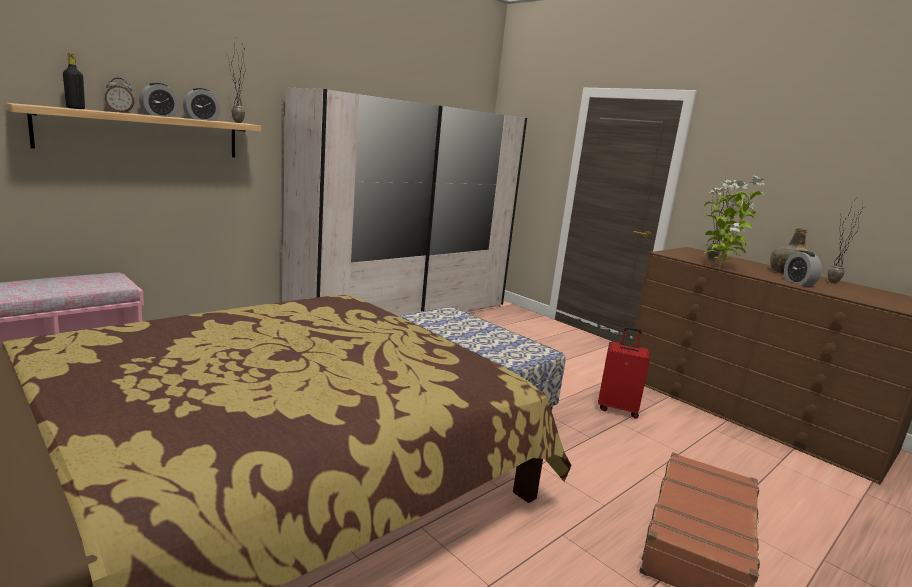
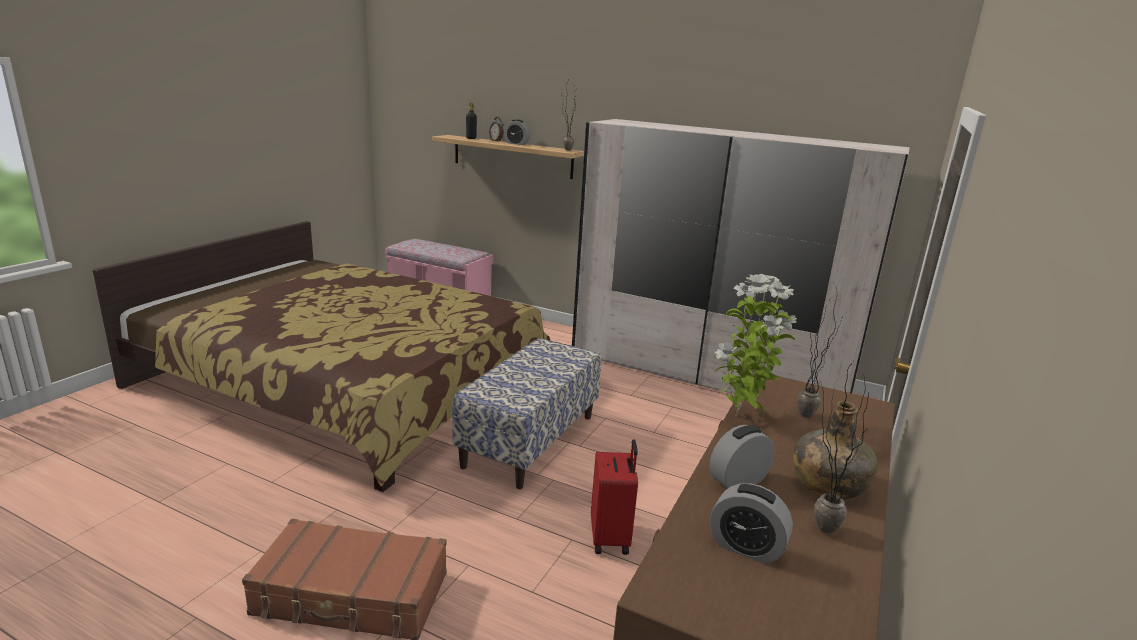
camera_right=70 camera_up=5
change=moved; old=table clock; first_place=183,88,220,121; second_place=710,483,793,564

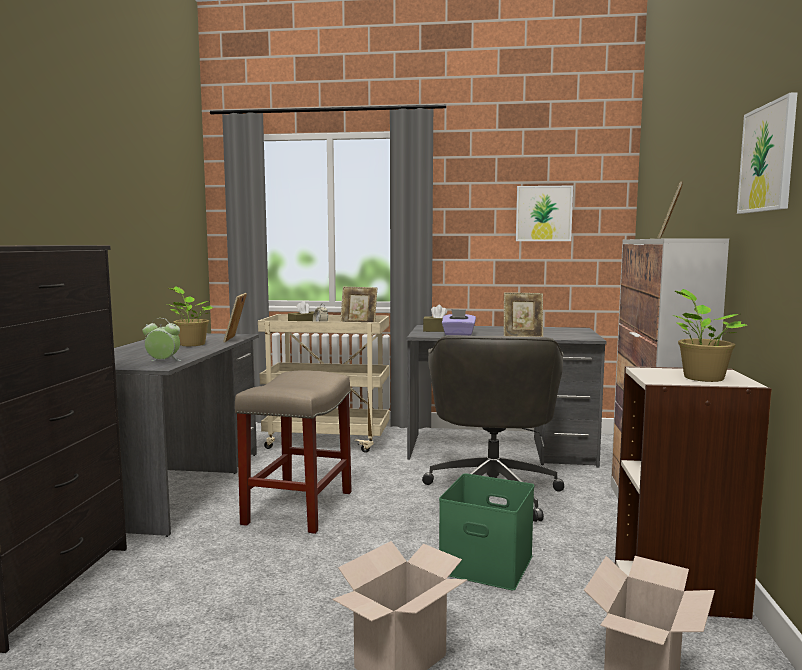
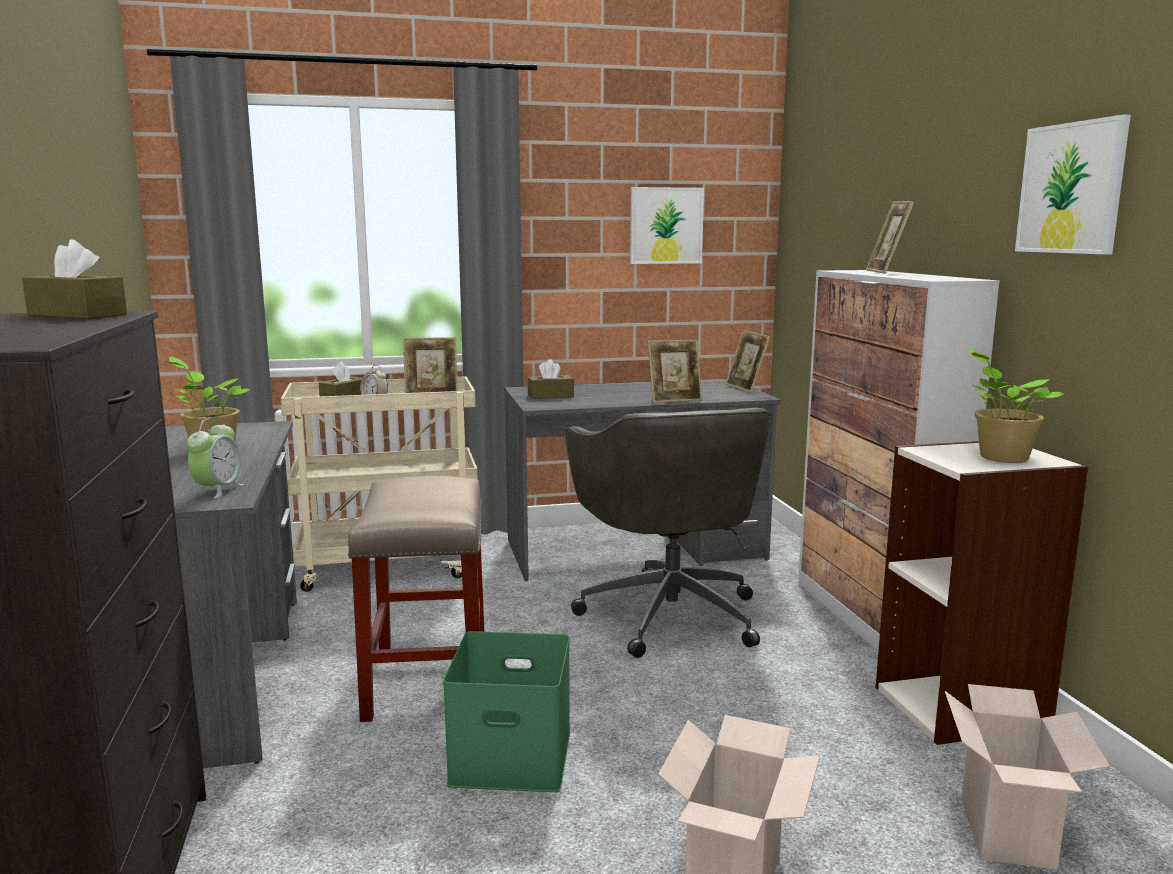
camera_right=-20 camera_up=5
change=moved; old=picture frame; first_place=223,293,247,343; second_place=725,330,770,393
change=removed; old=purple box of tissues; first_place=442,309,476,336
change=turned; old=table clock; first_place=143,318,182,361; second_place=187,418,244,498; degrees=120
change=moved; old=green storage container; first_place=439,473,534,590; second_place=443,631,570,792
change=added; new=brownish box of tissues; second_place=22,239,127,319

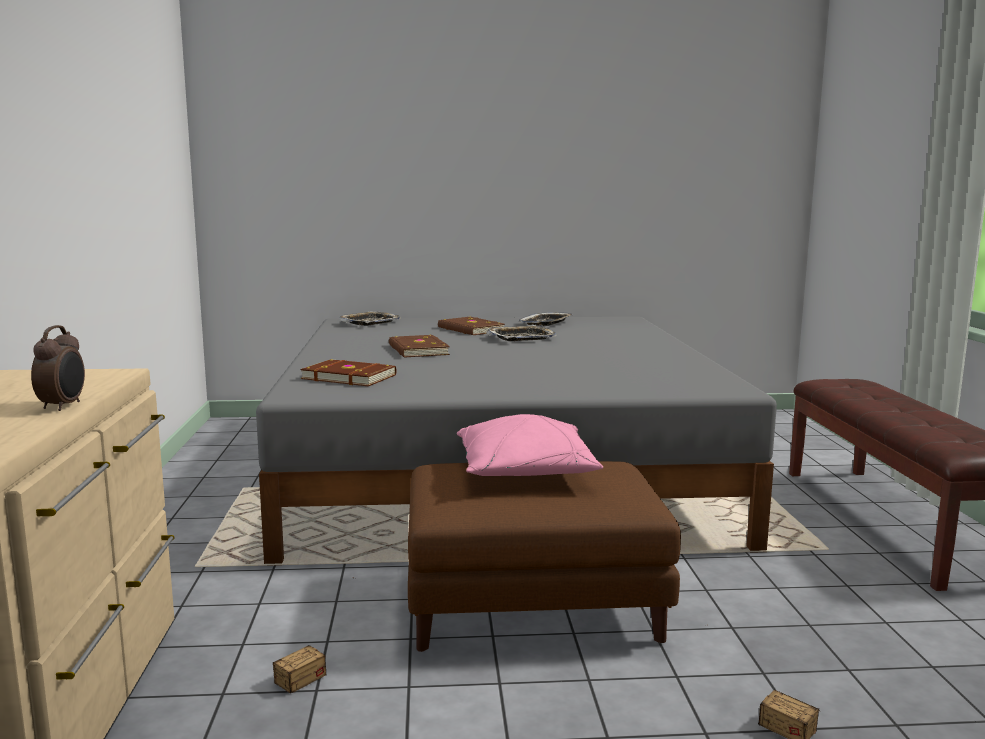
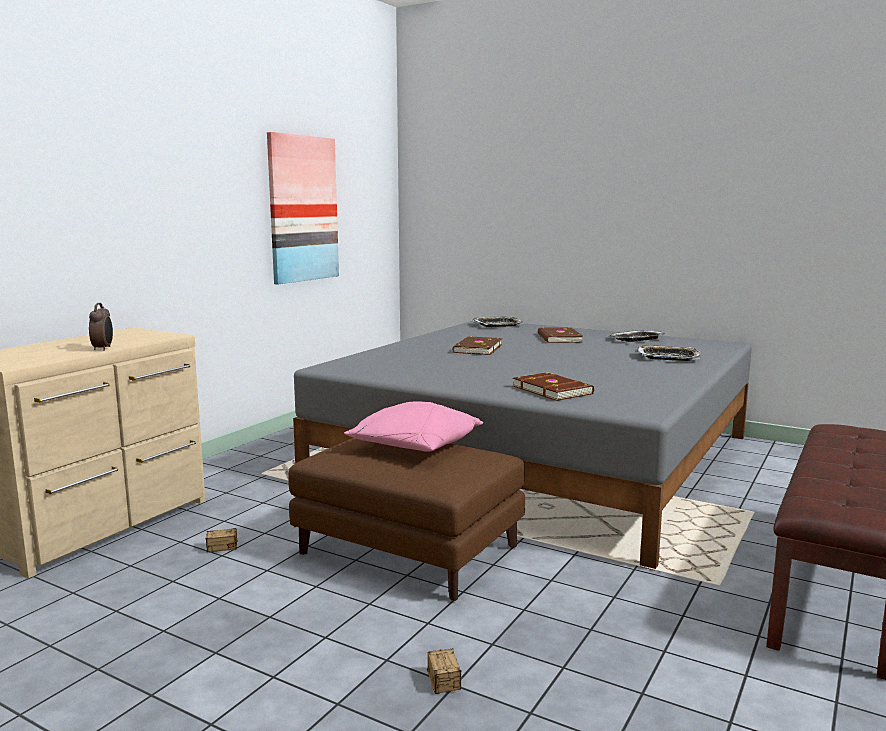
camera_right=35 camera_up=0
change=turned; old=table clock; first_place=31,325,85,411; second_place=89,303,113,351; degrees=-45
change=moved; old=serving tray; first_place=486,325,557,341; second_place=635,345,701,361
change=moved; old=brownish volume; first_place=300,359,396,386; second_place=512,372,594,401
change=added; new=wall art; second_place=267,132,339,285

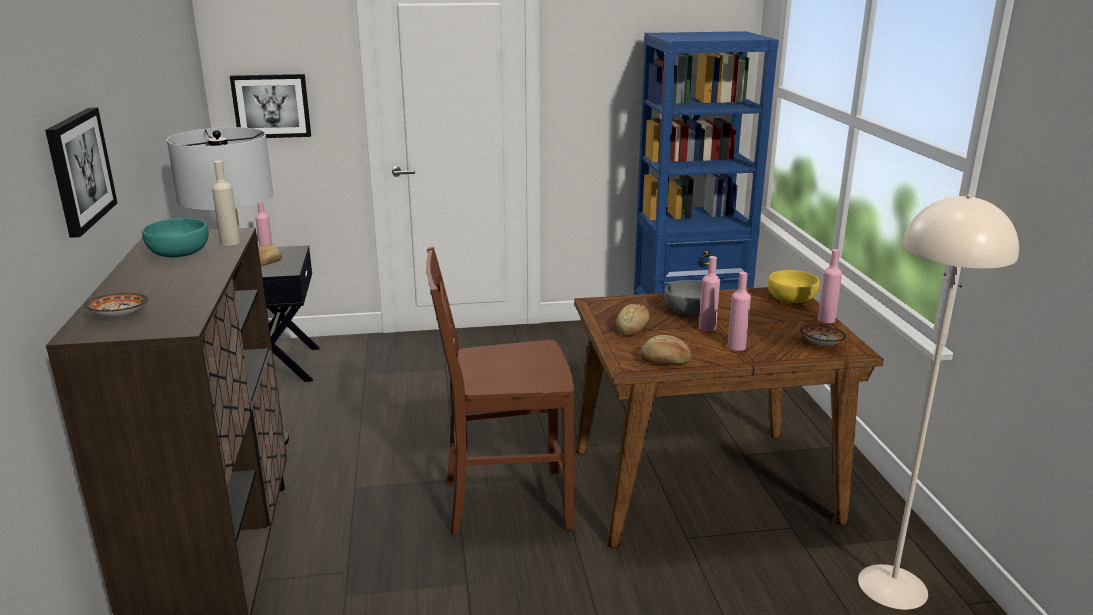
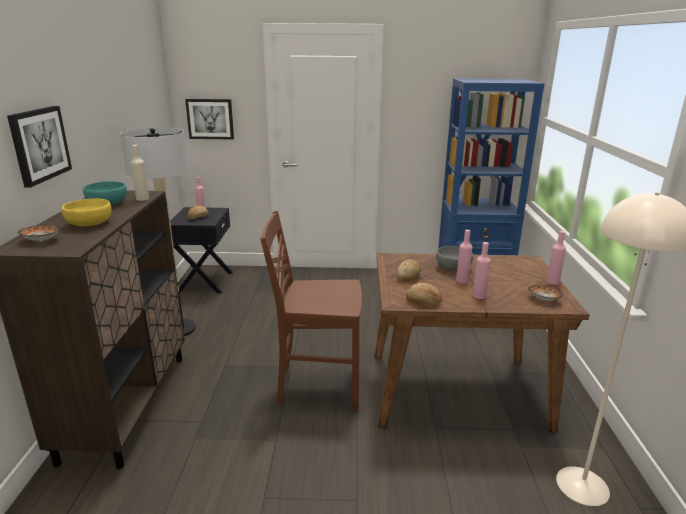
camera_right=10 camera_up=0
change=moved; old=yellow-coloured deep dish; first_place=767,270,820,303; second_place=61,198,111,226

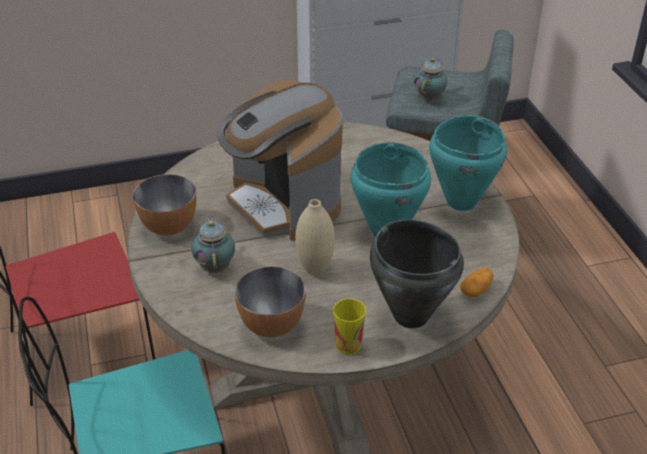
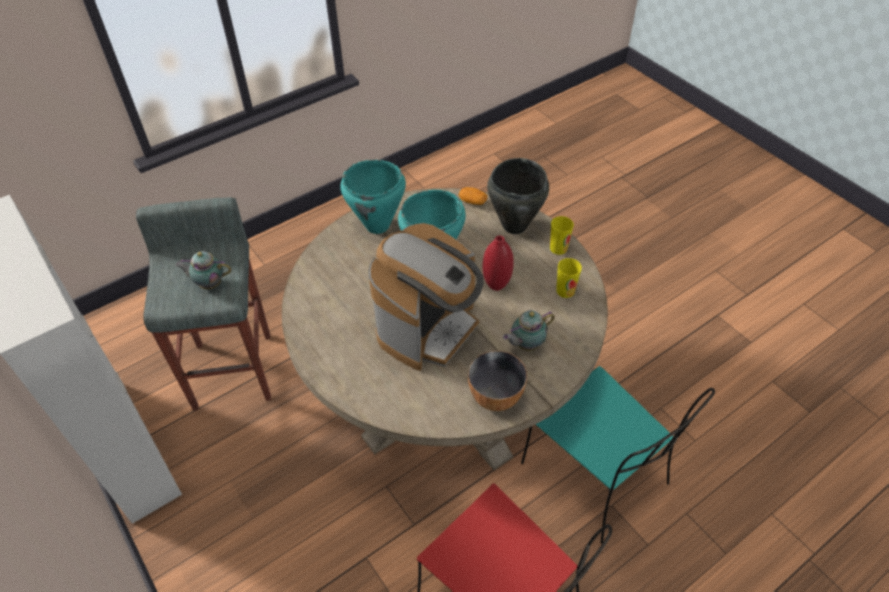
camera_right=-110 camera_up=10
change=recoloured; old=beige-coloured flower vase; new=red flower vase; first_place=295,199,335,275; second_place=482,235,514,291
change=replaced; old=deep dish; new=small cup; first_place=234,266,306,337; second_place=556,258,582,298

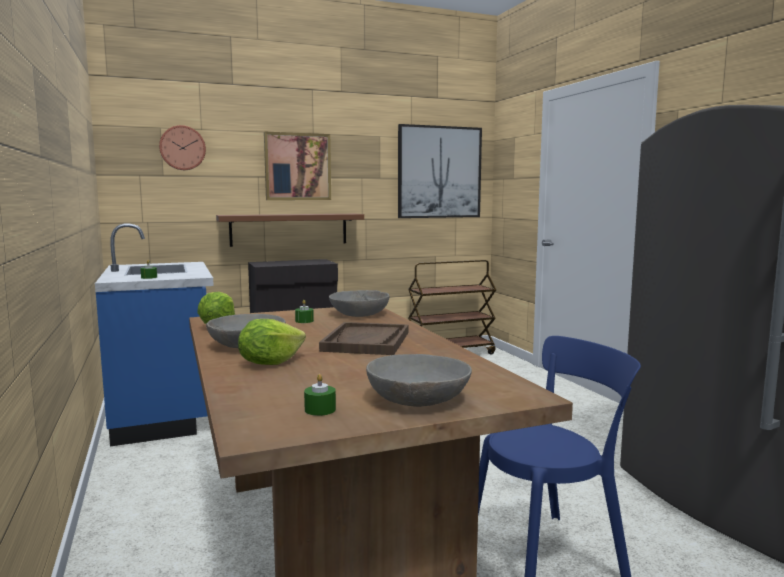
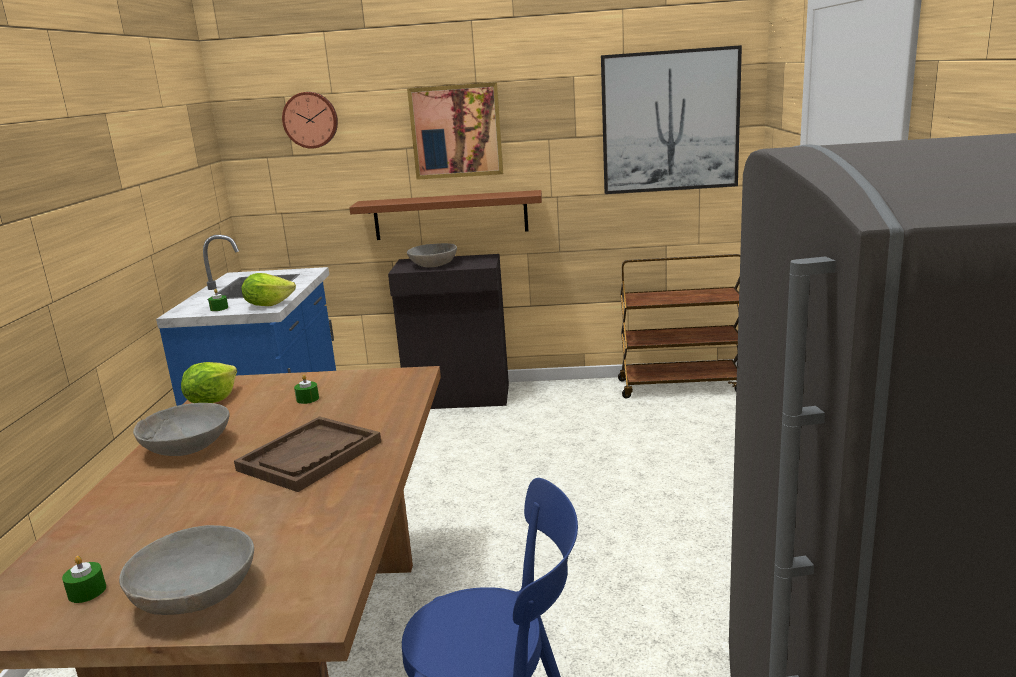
camera_right=25 camera_up=10
change=moved; old=gray deep dish; first_place=329,290,390,317; second_place=407,243,457,267
change=moved; old=head of lettuce; first_place=238,319,306,365; second_place=242,273,296,306

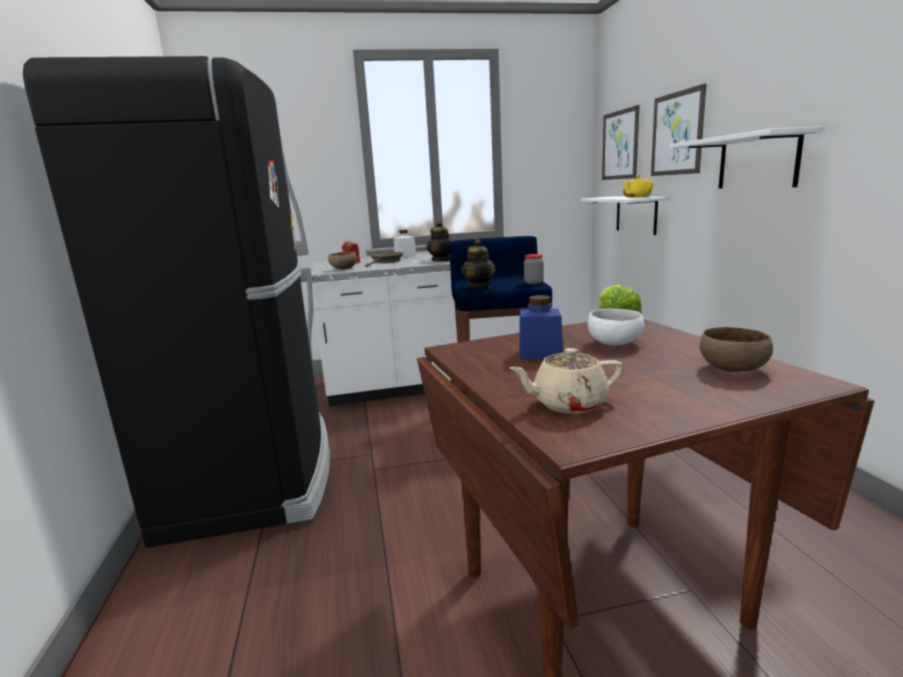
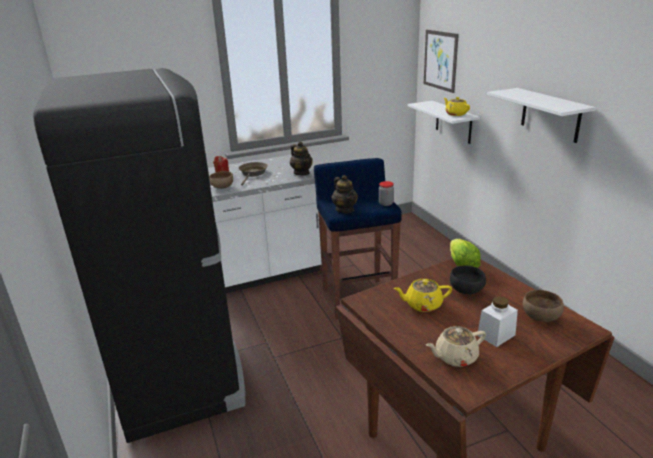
camera_right=-10 camera_up=10
change=removed; old=wall art; first_place=651,84,706,176
change=moved; old=white jar; first_place=394,230,417,258; second_place=477,296,518,347
change=replaced; old=bluish jar; new=yellow-coloured teapot; first_place=519,295,563,360; second_place=394,279,452,312
change=recoloured; old=white deep dish; new=blackish deep dish; first_place=588,309,644,345; second_place=450,266,486,294

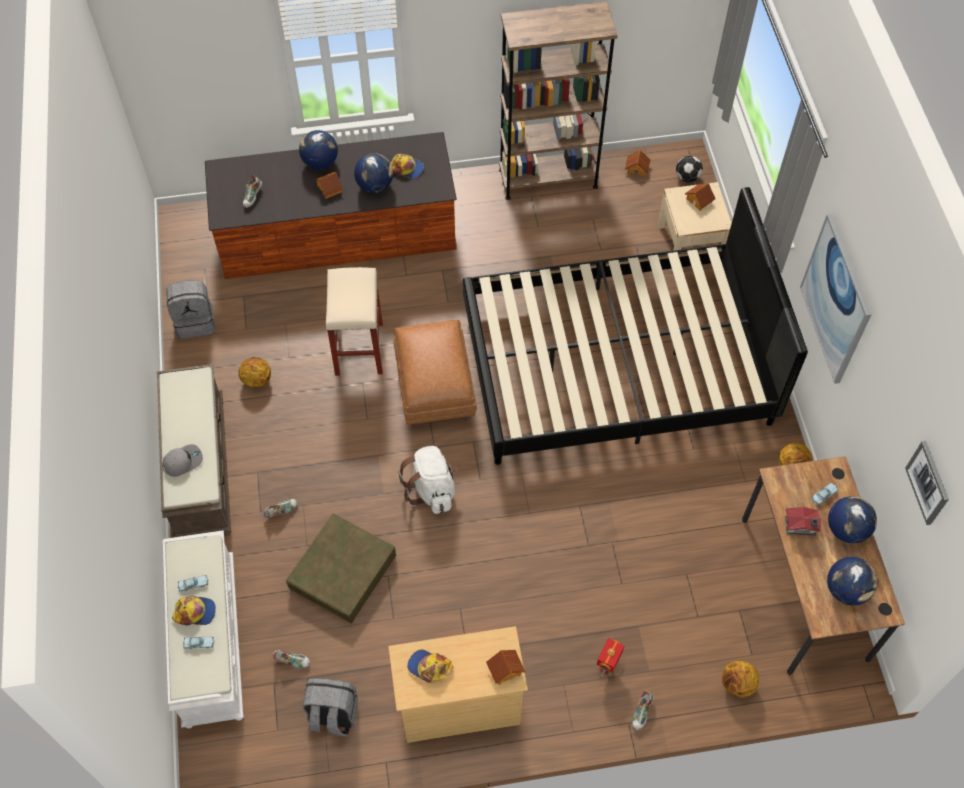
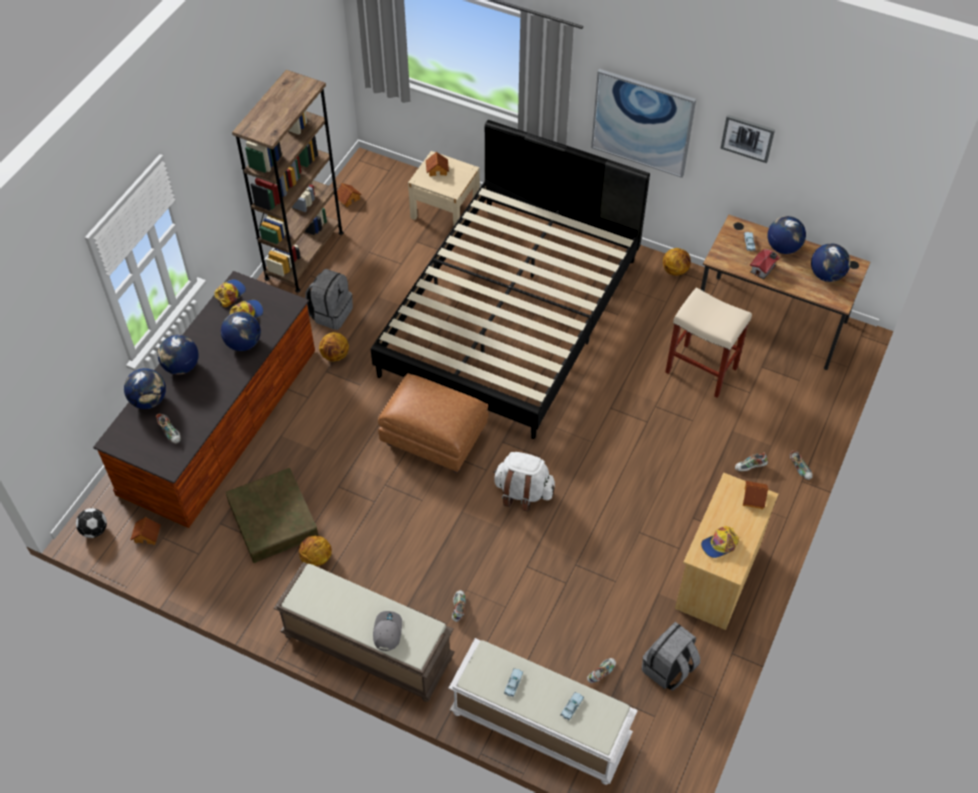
camera_right=-55 camera_up=-5
change=moved; old=football ball; first_place=676,156,703,182; second_place=76,508,107,538
change=moved; old=toy house; first_place=315,172,343,199; second_place=130,517,161,545
change=moved; old=beige-coloured stool; first_place=326,267,383,376; second_place=665,288,752,398
change=moved; old=gray rucksack; first_place=166,280,215,339; second_place=305,269,353,330
change=moved; old=wall art; first_place=905,441,949,525; second_place=720,115,775,163
change=moved; old=brownish storage container; first_place=286,513,396,623; second_place=225,468,319,563
change=moved; old=baseball cap; first_place=172,596,216,625; second_place=214,279,246,307
change=replaced; old=model robot; new=low shoe; first_place=597,638,624,679; second_place=735,452,768,471
change=moved; old=basketball; first_place=722,661,759,698; second_place=319,332,349,361
change=added; new=desk globe; second_place=124,368,166,409

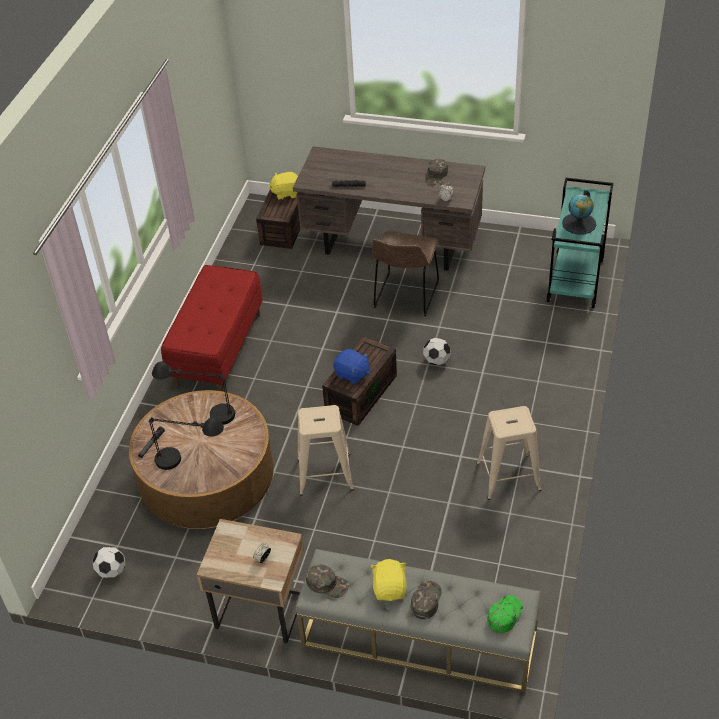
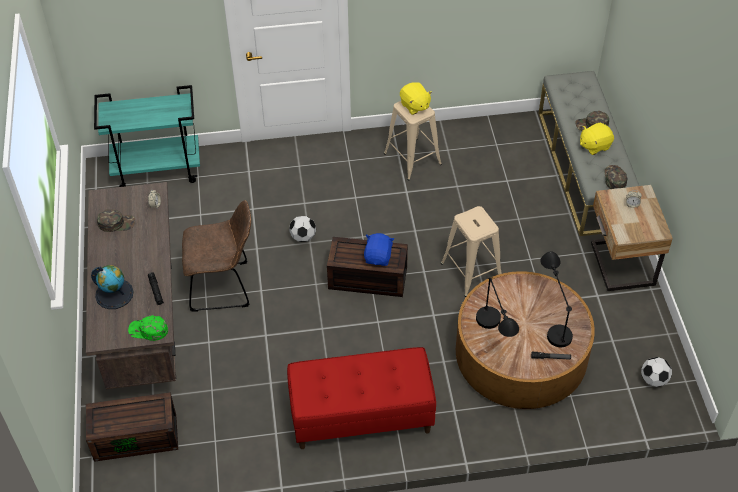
camera_right=-115 camera_up=5
change=moved; old=yellow-coloured cuddly toy; first_place=268,172,298,200; second_place=400,82,432,115
change=moved; old=desk globe; first_place=562,190,596,235; second_place=91,265,134,309
change=moved; old=green baseball cap; first_place=487,595,523,633; second_place=128,315,168,341

